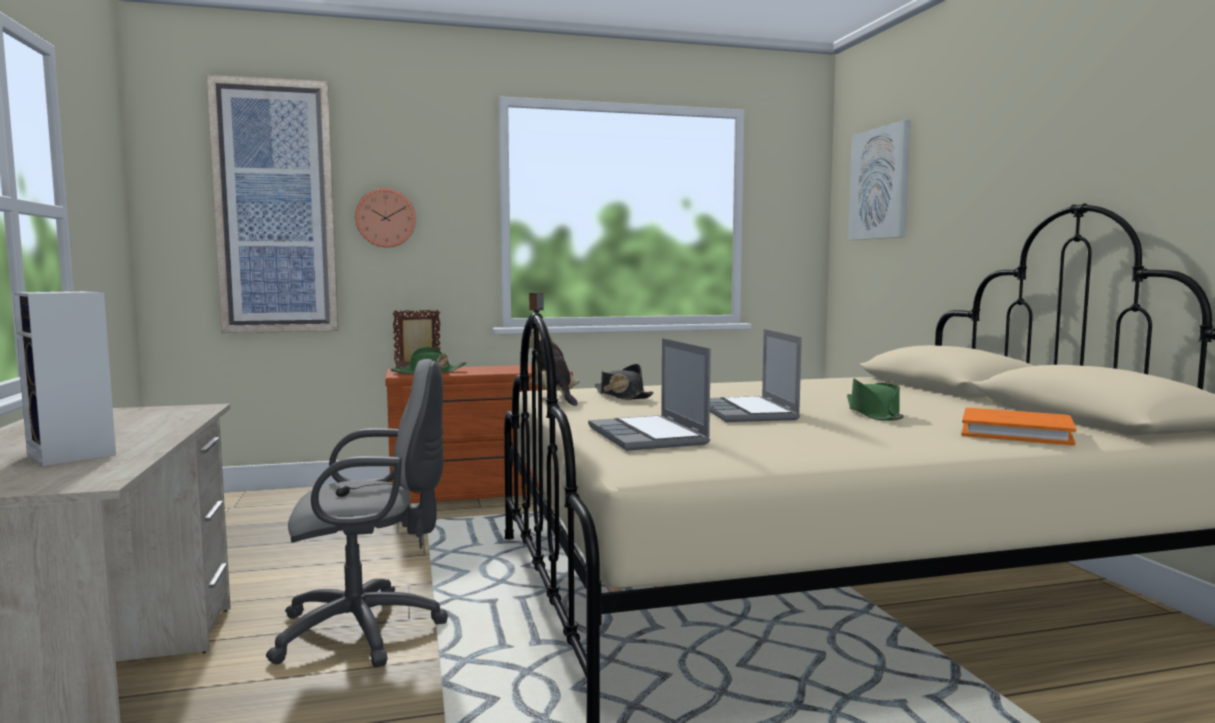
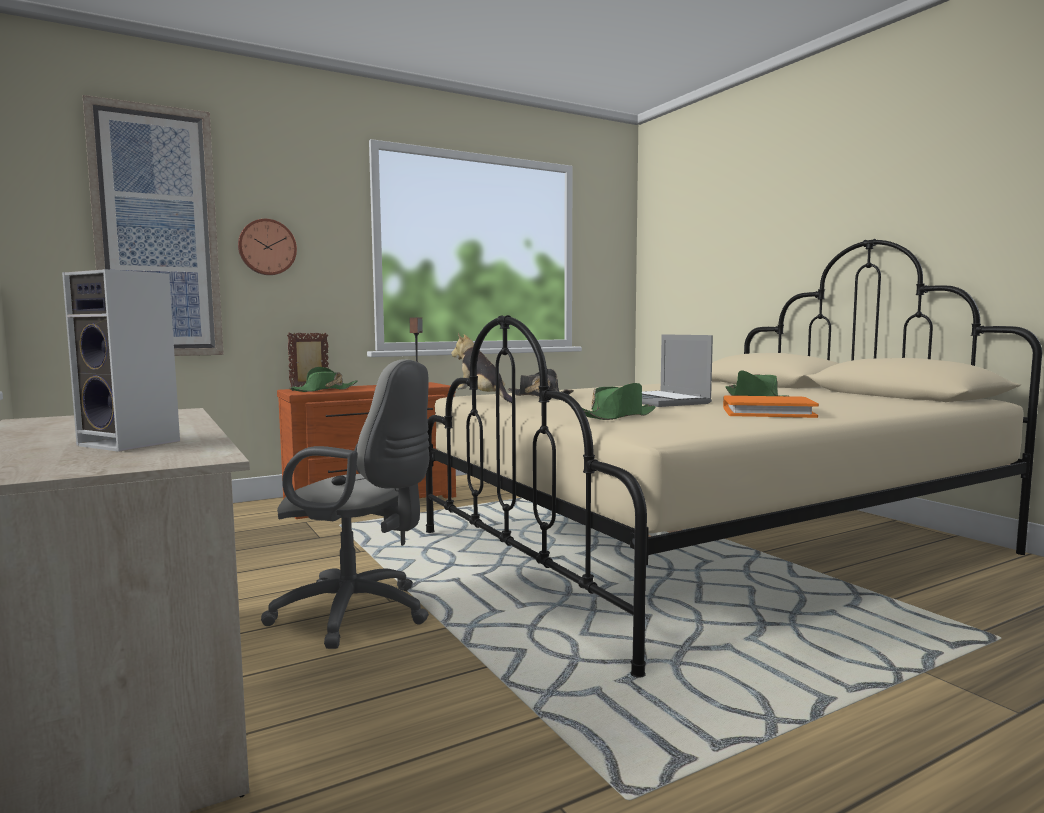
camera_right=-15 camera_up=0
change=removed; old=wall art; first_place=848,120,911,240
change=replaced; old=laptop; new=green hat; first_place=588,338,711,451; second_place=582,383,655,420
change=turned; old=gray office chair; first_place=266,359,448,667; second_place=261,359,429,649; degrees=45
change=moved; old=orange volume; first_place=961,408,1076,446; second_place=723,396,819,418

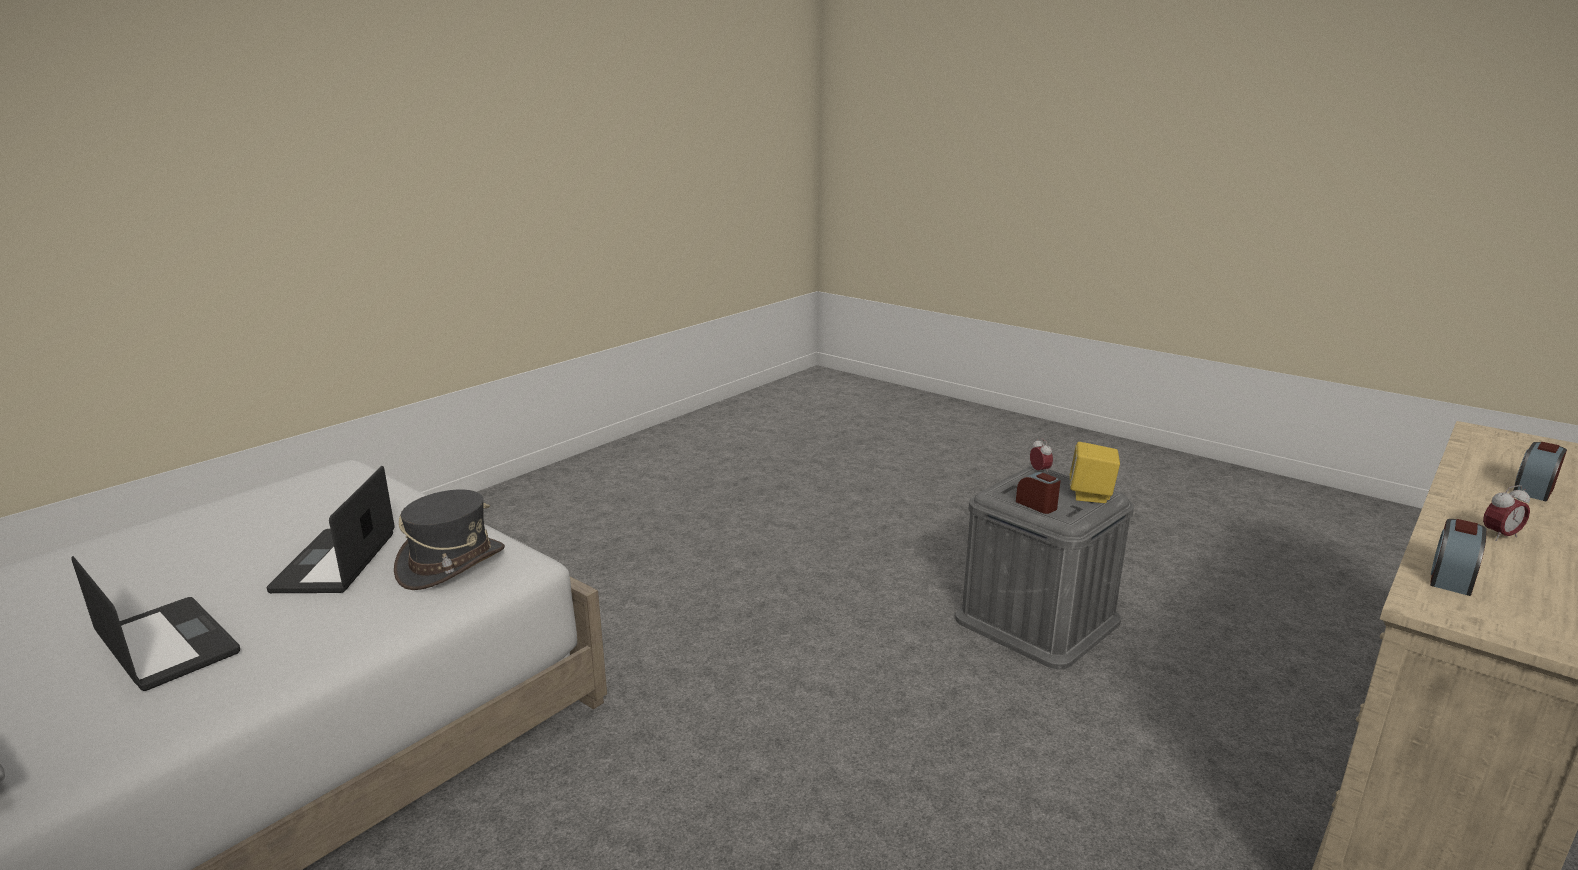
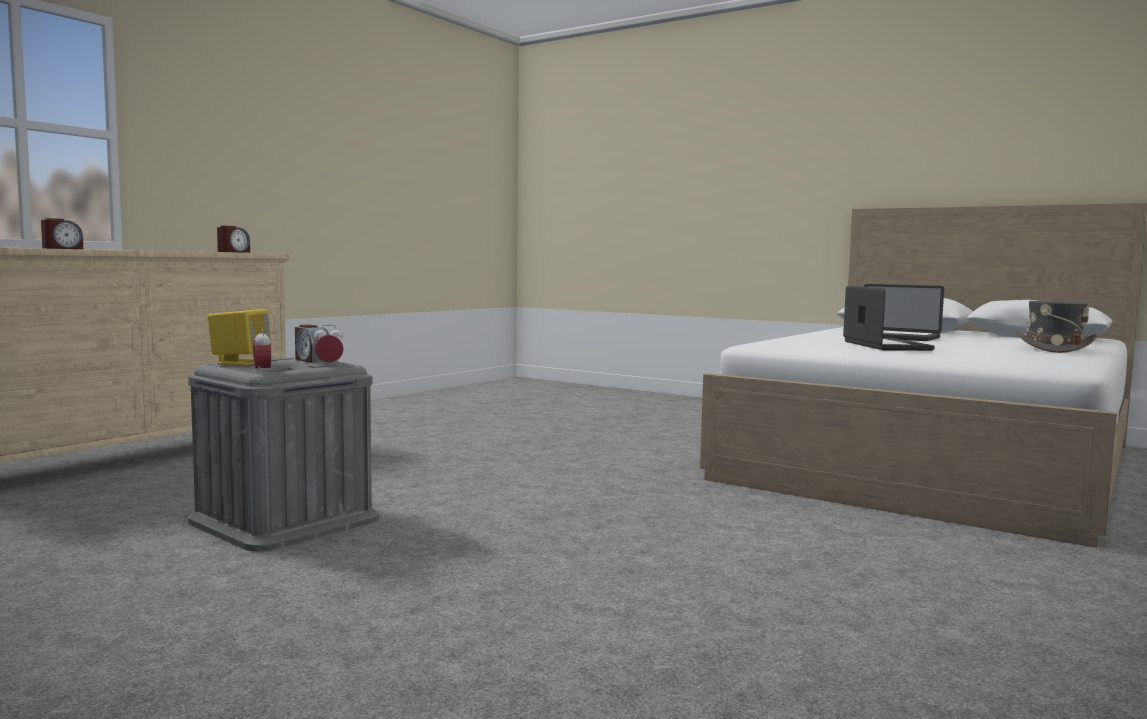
camera_right=175 camera_up=-15
change=moved; old=table clock; first_place=1483,485,1530,541; second_place=314,325,344,365
change=moved; old=gray hat; first_place=394,489,505,590; second_place=1016,301,1097,353

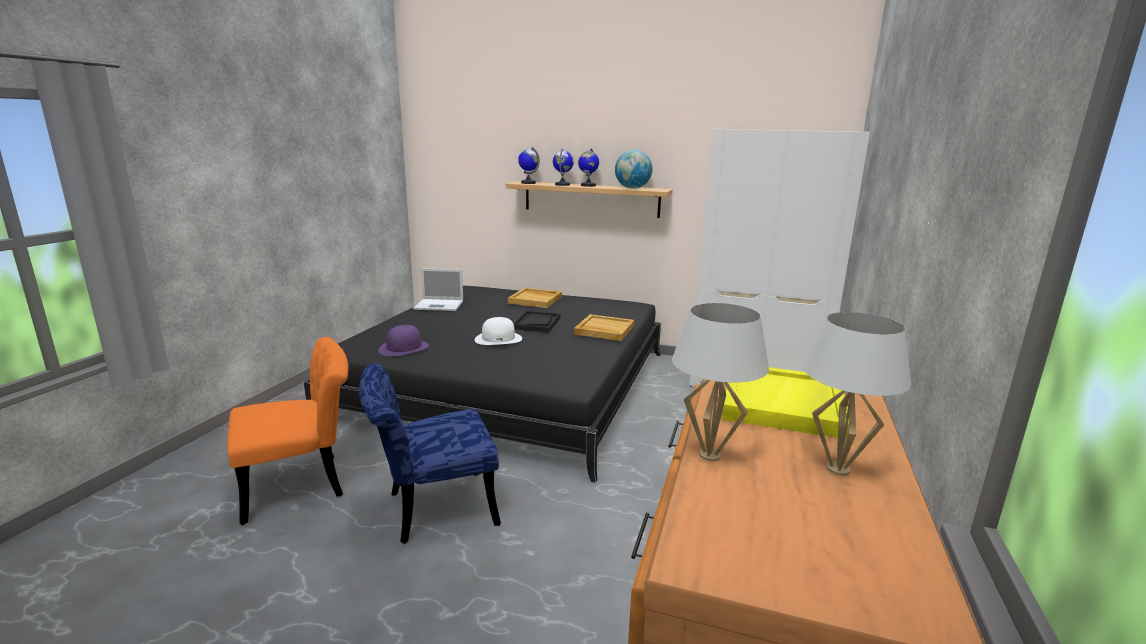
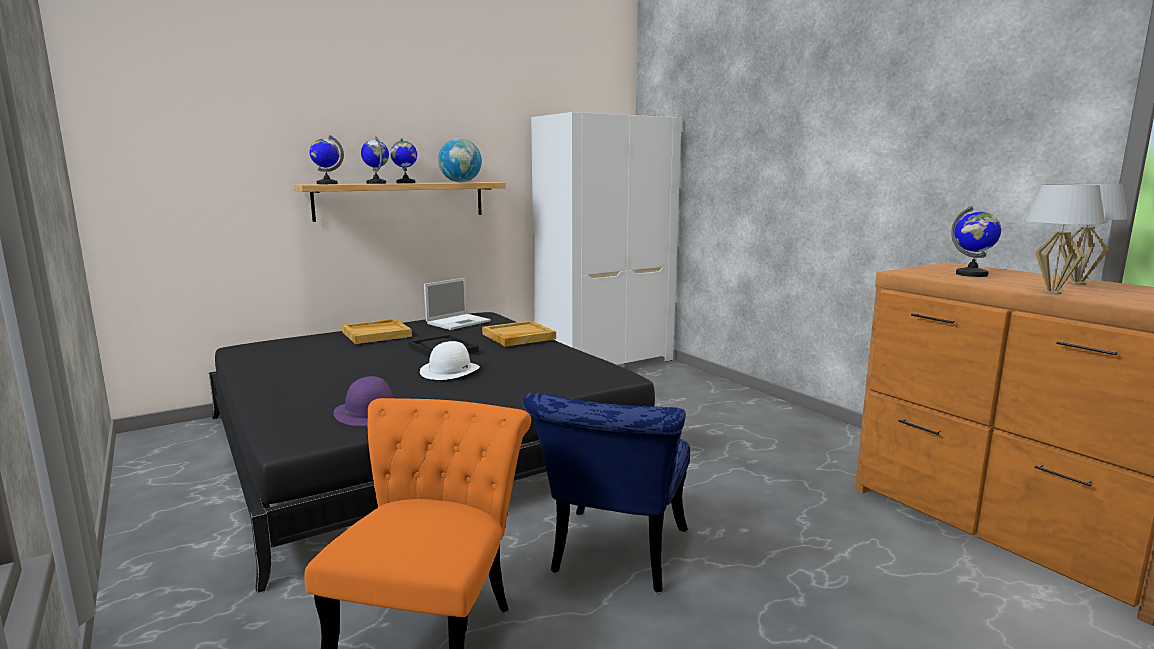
camera_right=-50 camera_up=-5
change=moved; old=laptop; first_place=413,268,463,311; second_place=424,278,491,330
change=replaced; old=yellow-coloured serving tray; new=desk globe; first_place=722,367,850,439; second_place=951,206,1001,277

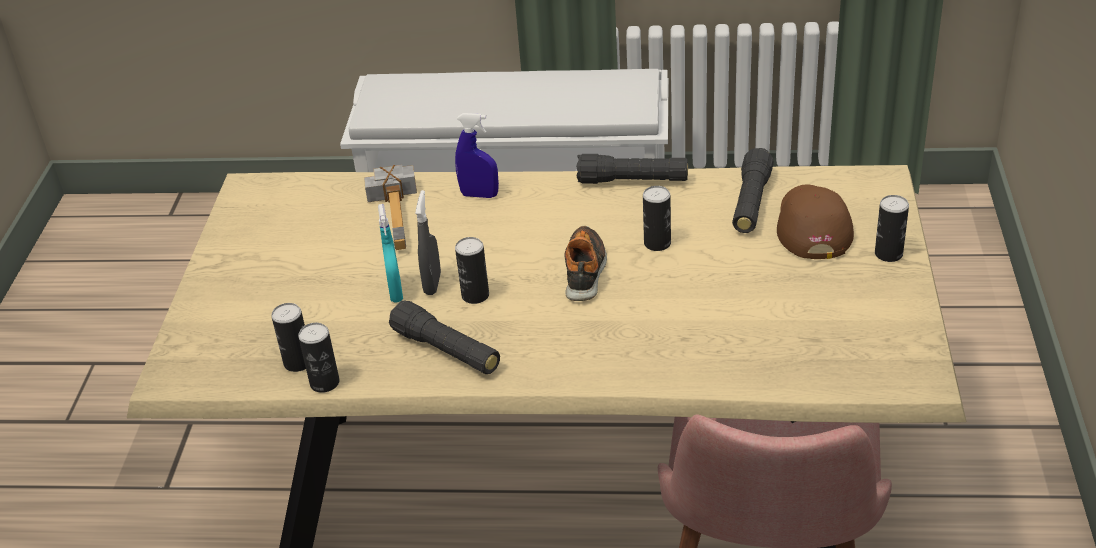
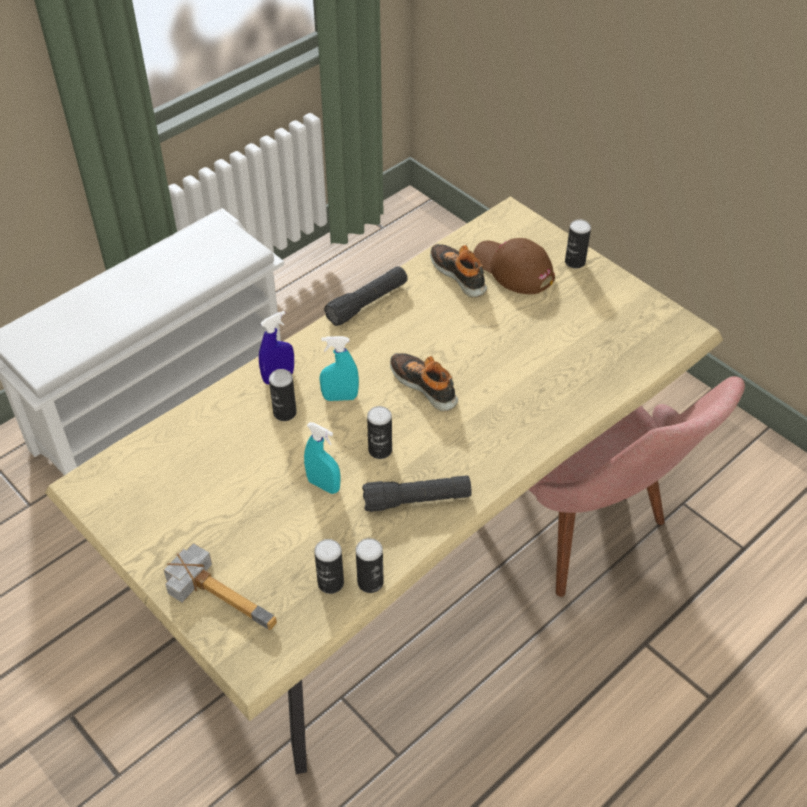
camera_right=-50 camera_up=10
change=replaced; old=blackish flashlight; new=low shoe; first_place=732,148,774,233; second_place=430,244,487,298
change=moved; old=hand hammer; first_place=364,165,417,250; second_place=164,543,277,630
change=moved; old=metal can; first_place=643,186,671,251; second_place=269,369,297,421
change=removed; old=gray hand sprayer; first_place=415,190,441,295
change=added; new=turquoise-coloured hand sprayer; second_place=319,336,359,401

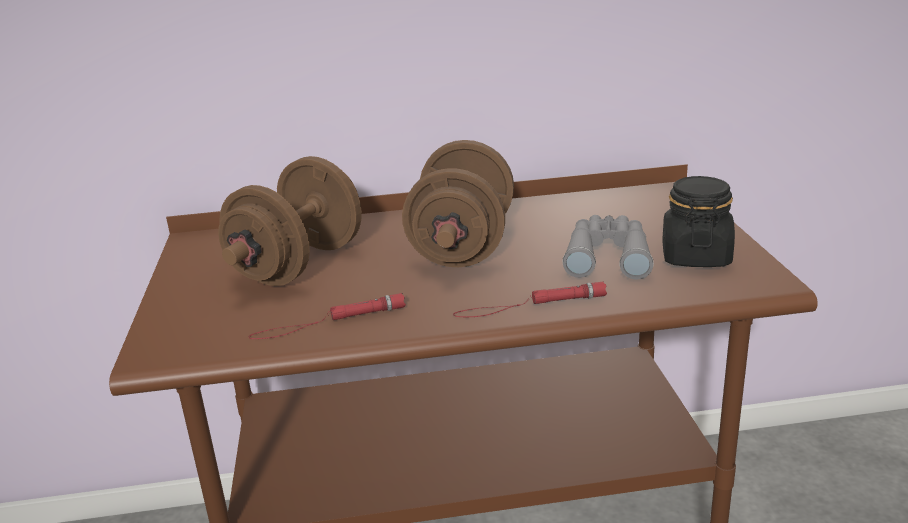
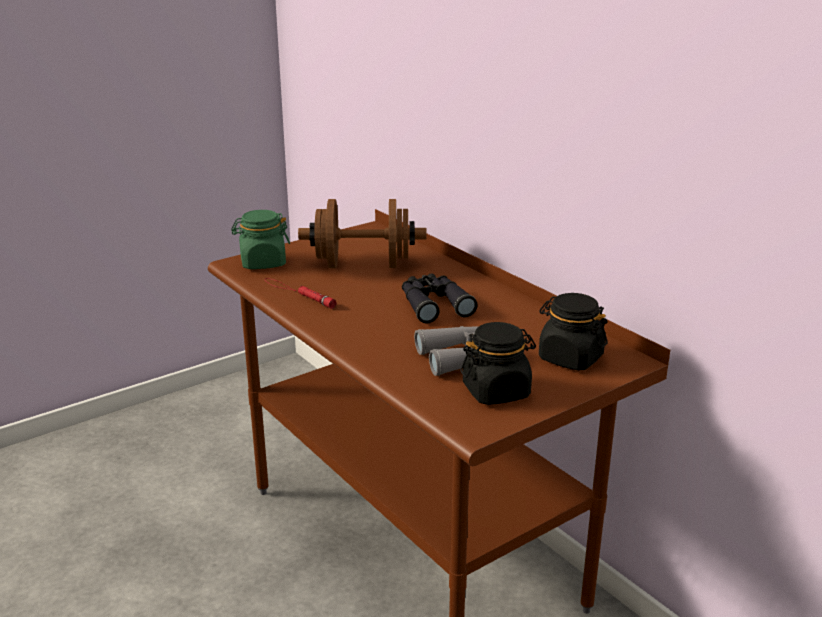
camera_right=60 camera_up=0
change=replaced; old=brownish hand weight; new=blackish binoculars; first_place=402,140,514,267; second_place=402,274,478,324
change=removed; old=red flashlight; first_place=453,281,607,317
change=added; new=green jar; second_place=231,210,290,269
change=added; new=blackish jar; second_place=539,293,607,371

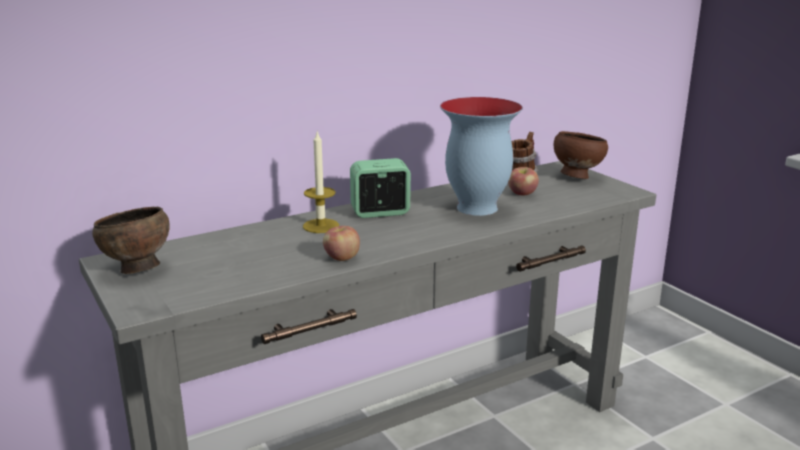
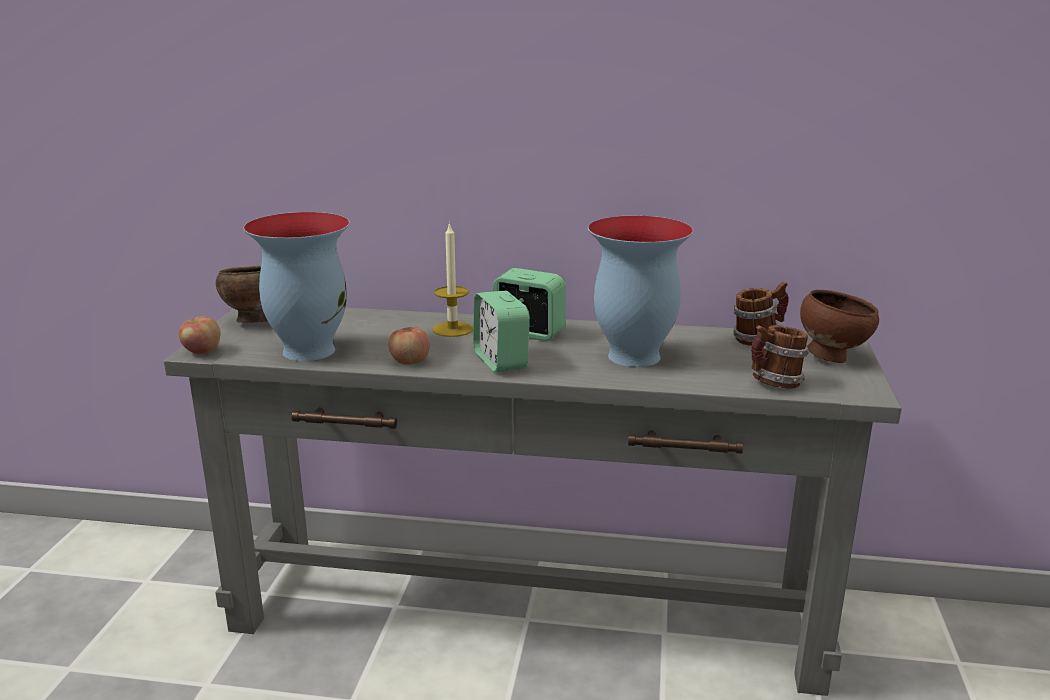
camera_right=40 camera_up=0
change=moved; old=whole apple; first_place=508,167,539,196; second_place=179,316,220,354
change=added; new=flower vase; second_place=243,212,350,361
change=added; new=table clock; second_place=473,291,530,372
change=added; new=tea mug; second_place=751,325,809,389

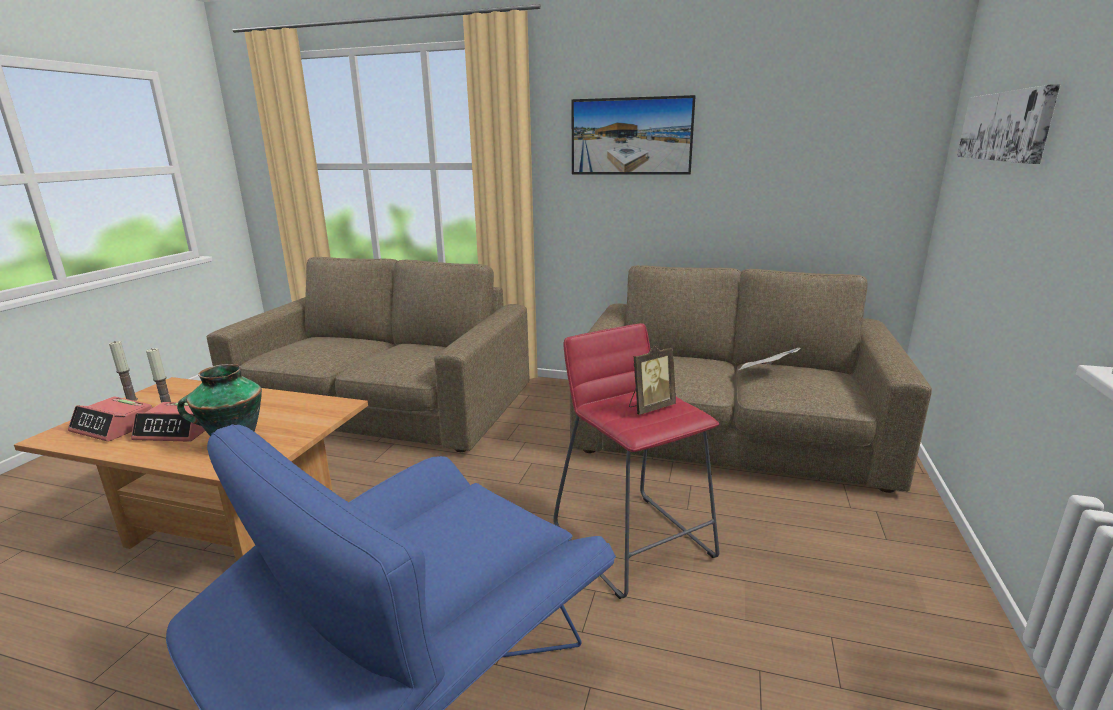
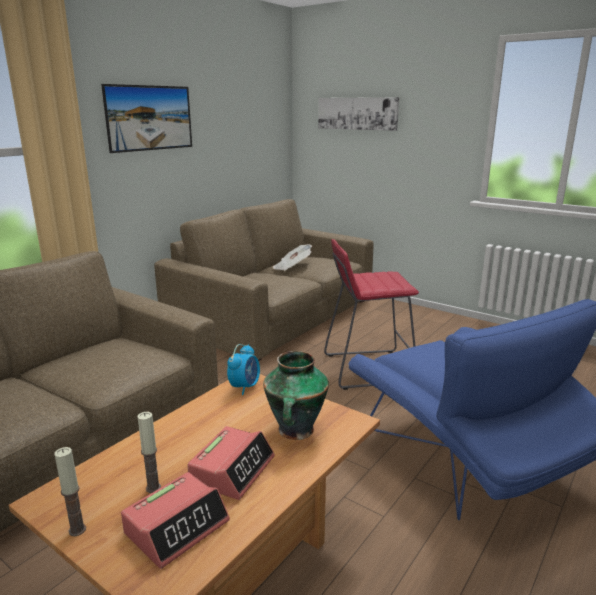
camera_right=-70 camera_up=0
change=removed; old=picture frame; first_place=629,345,676,415
change=added; new=table clock; second_place=227,344,260,395

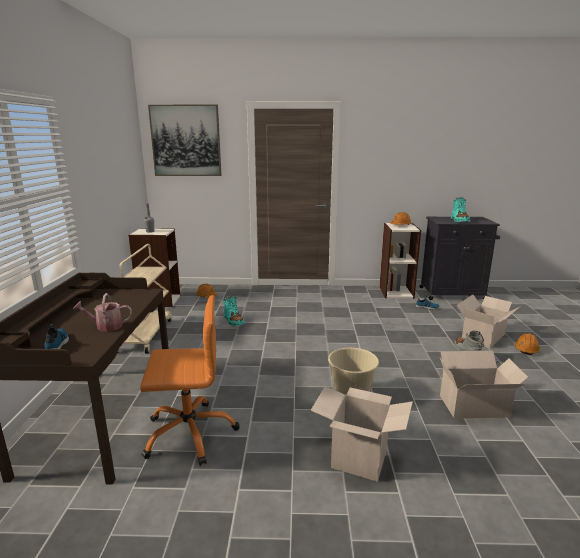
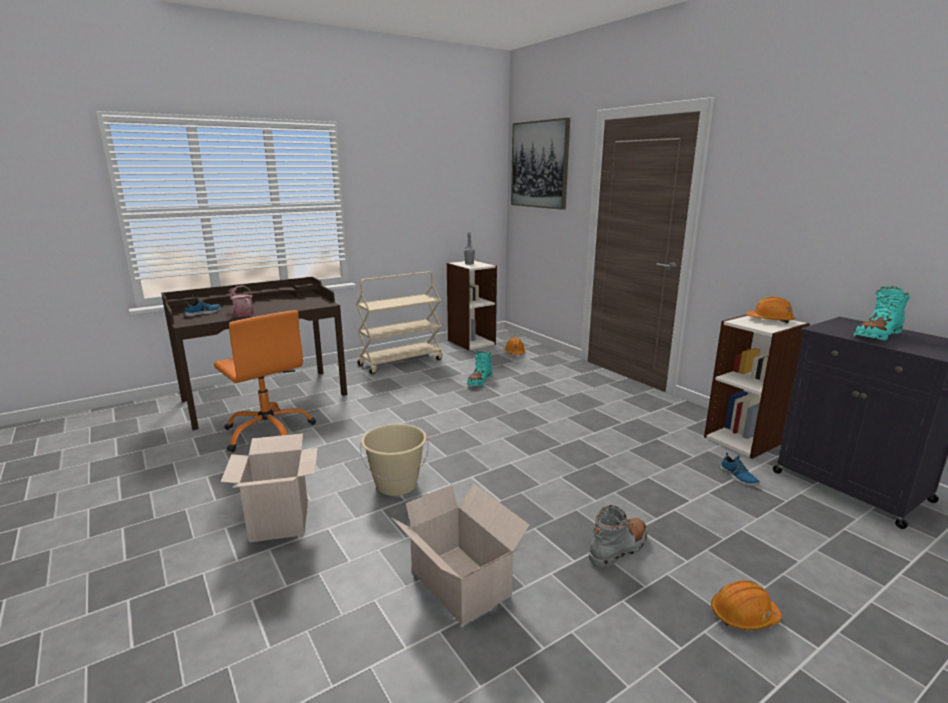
camera_right=55 camera_up=0
change=removed; old=cardboard box; first_place=457,295,519,348

